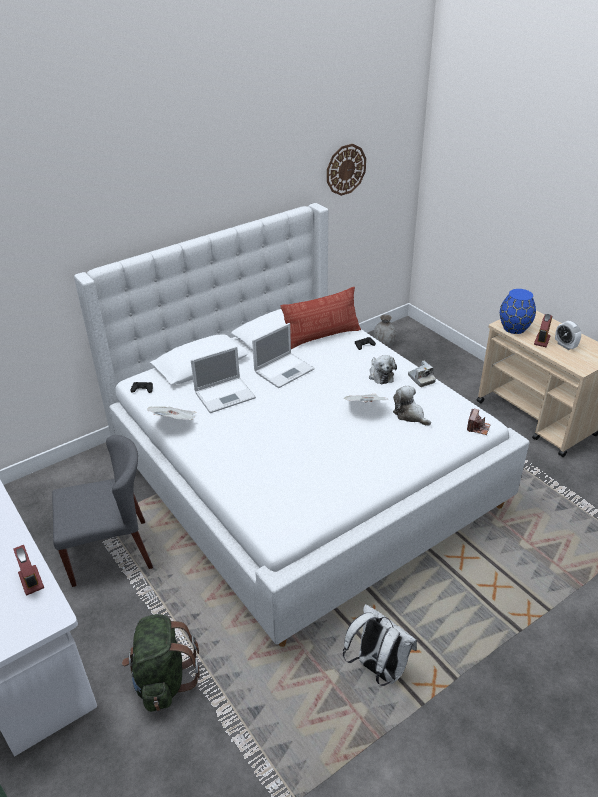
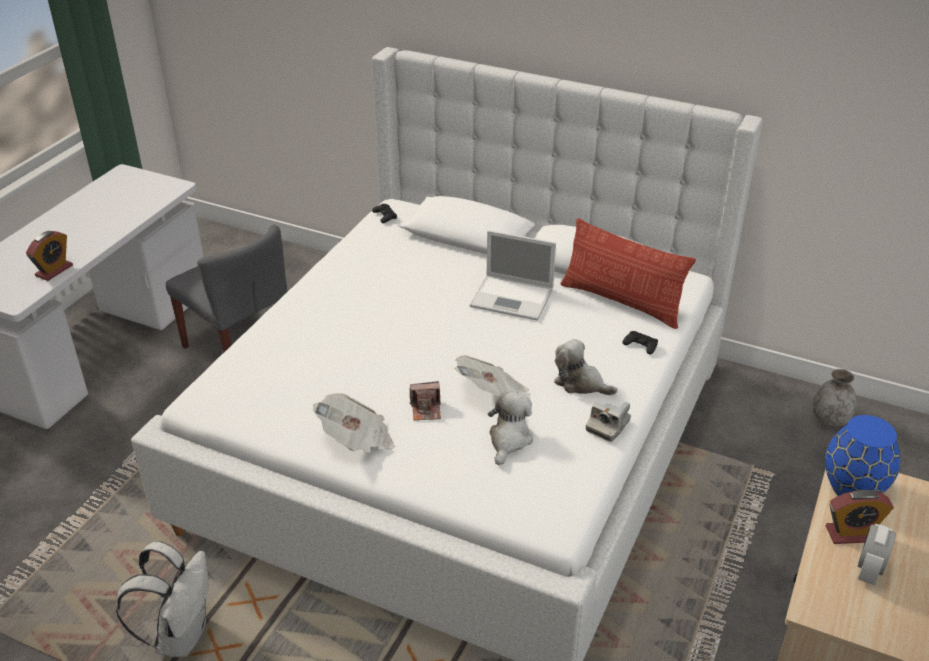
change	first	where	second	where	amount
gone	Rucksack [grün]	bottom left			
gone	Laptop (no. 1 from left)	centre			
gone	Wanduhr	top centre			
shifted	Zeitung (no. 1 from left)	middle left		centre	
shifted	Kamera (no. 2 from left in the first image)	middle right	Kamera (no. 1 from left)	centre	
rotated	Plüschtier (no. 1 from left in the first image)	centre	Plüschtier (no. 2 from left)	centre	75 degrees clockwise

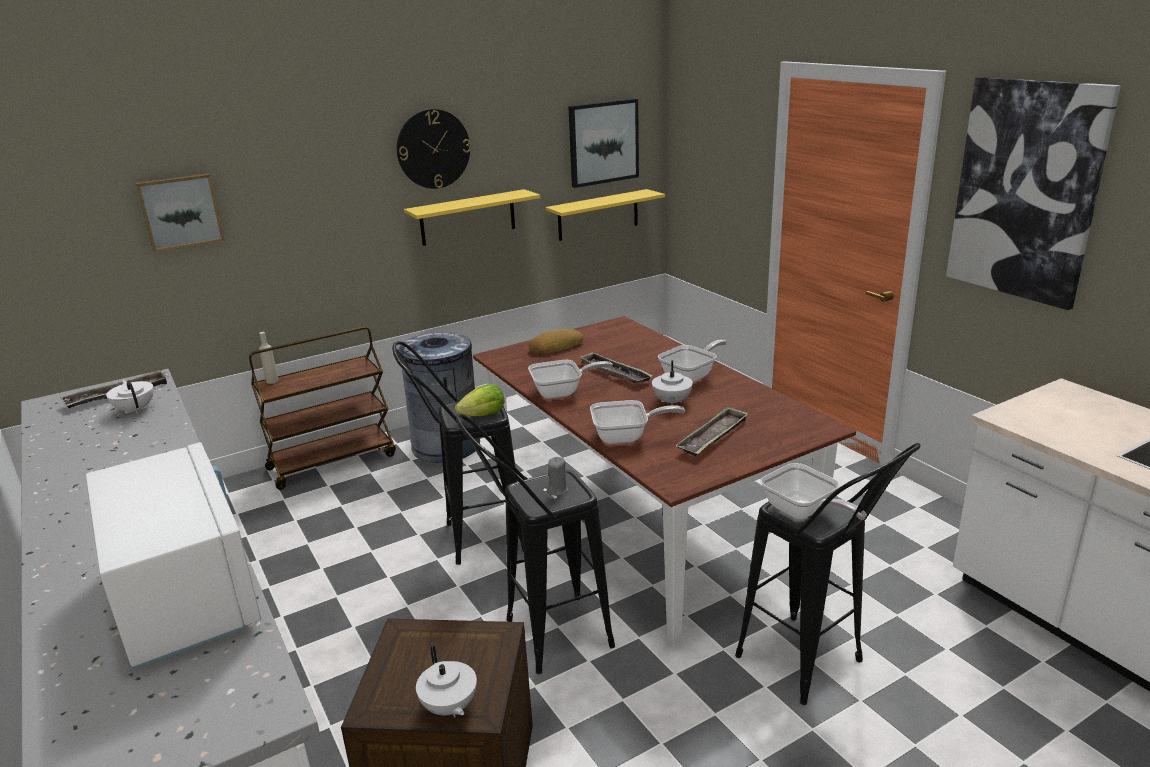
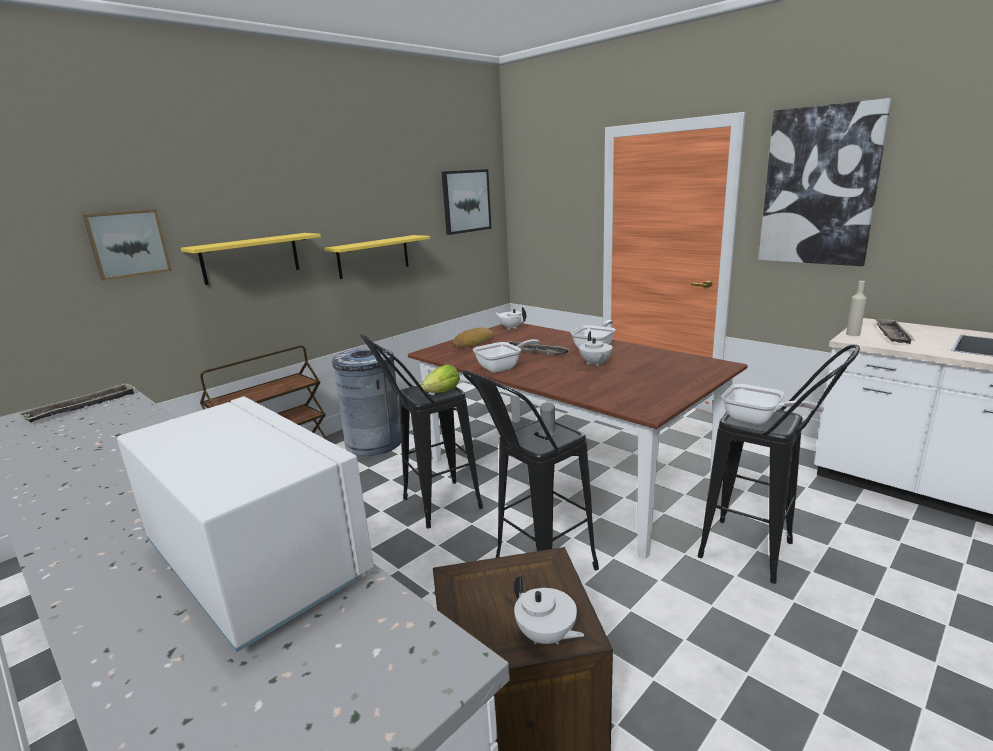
change	first	where	second	where	amount
gone	Wanduhr	top centre			
gone	Pfanne (no. 2 from left)	centre			
shifted	Teekanne [weiß] (no. 1 from left)	middle left		centre	
shifted	Flasche [beige]	middle left		middle right	
shifted	Wandregal [gelb] (no. 2 from left in the first image)	top centre	Wandregal [gelb] (no. 1 from left)	middle left	
shifted	Tablett (no. 3 from left)	centre		middle right	

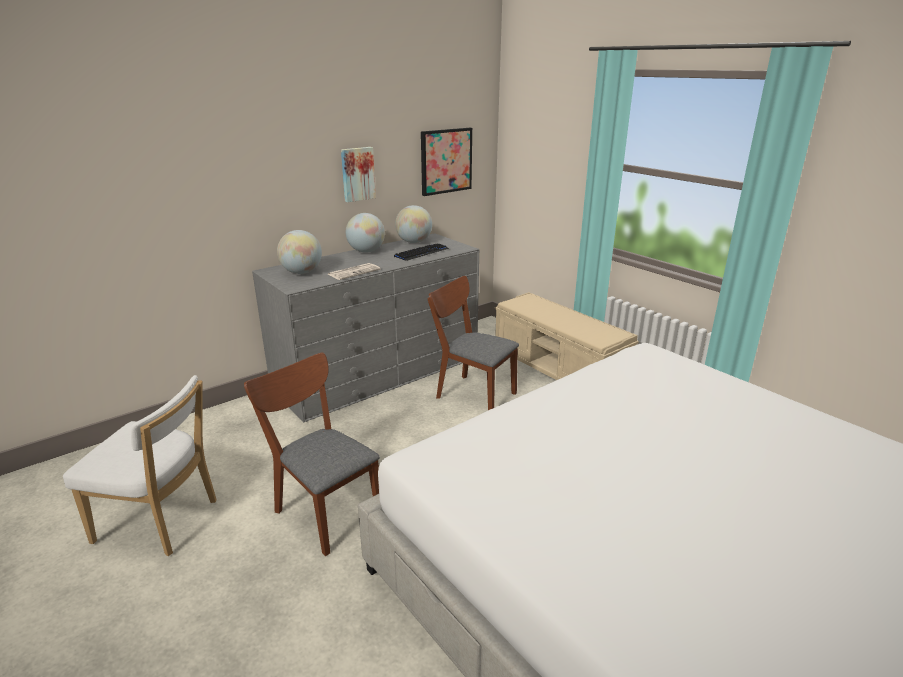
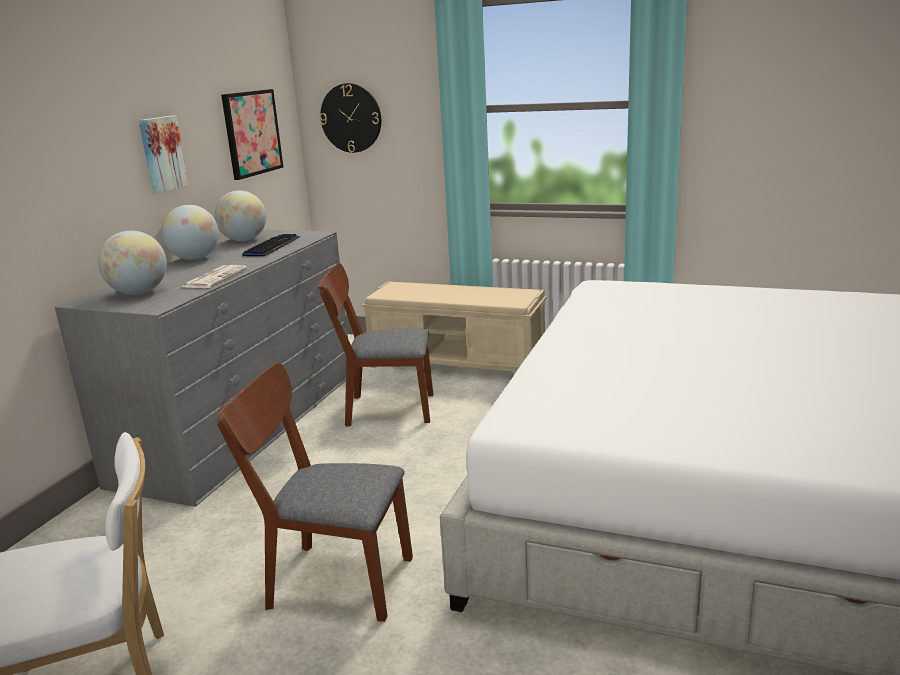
change	first	where	second	where	amount
new			Wanduhr	top centre	

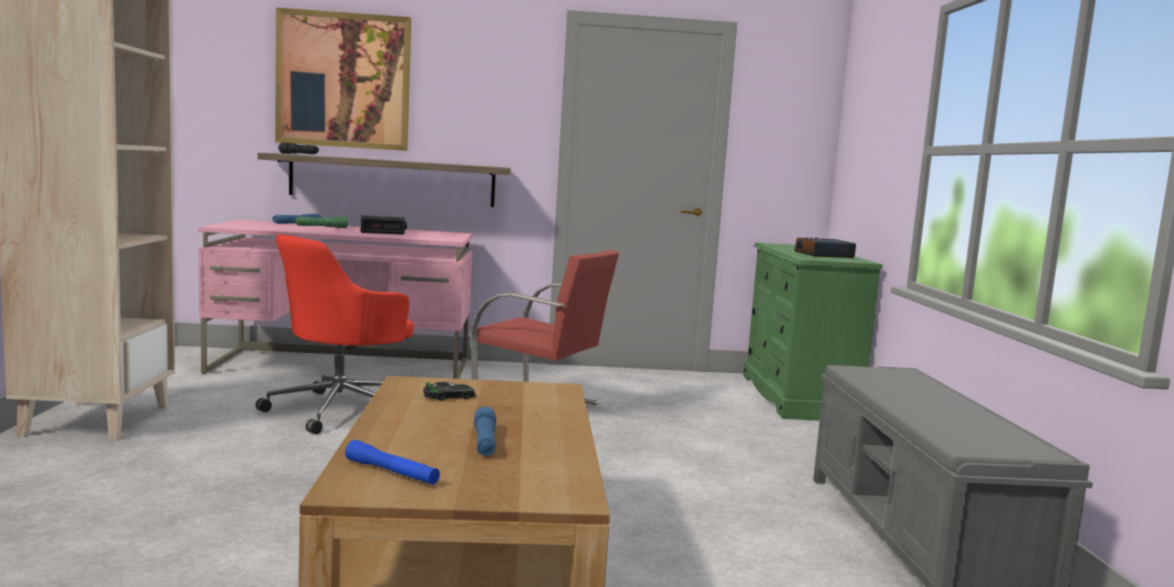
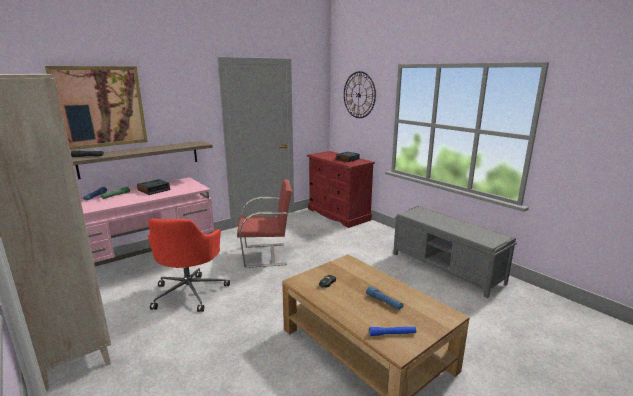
change	first	where	second	where	amount
new			Wanduhr	top centre	
repainted	Kommode [grün]	middle right	Kommode [rot]	centre	

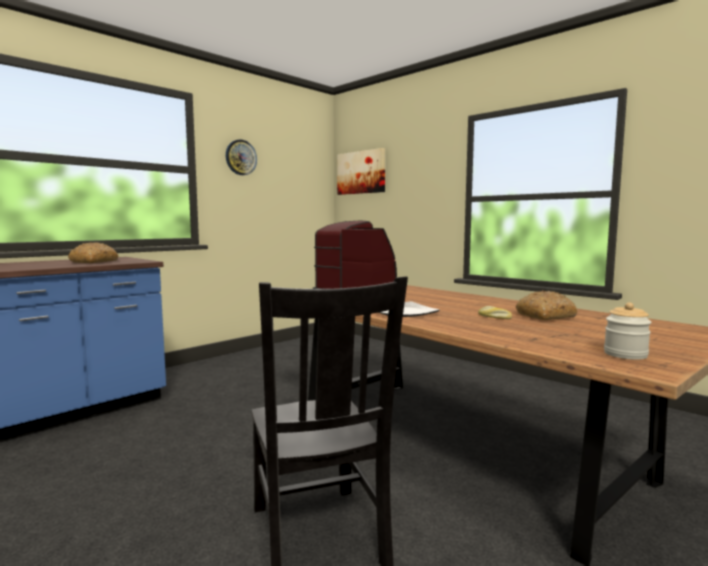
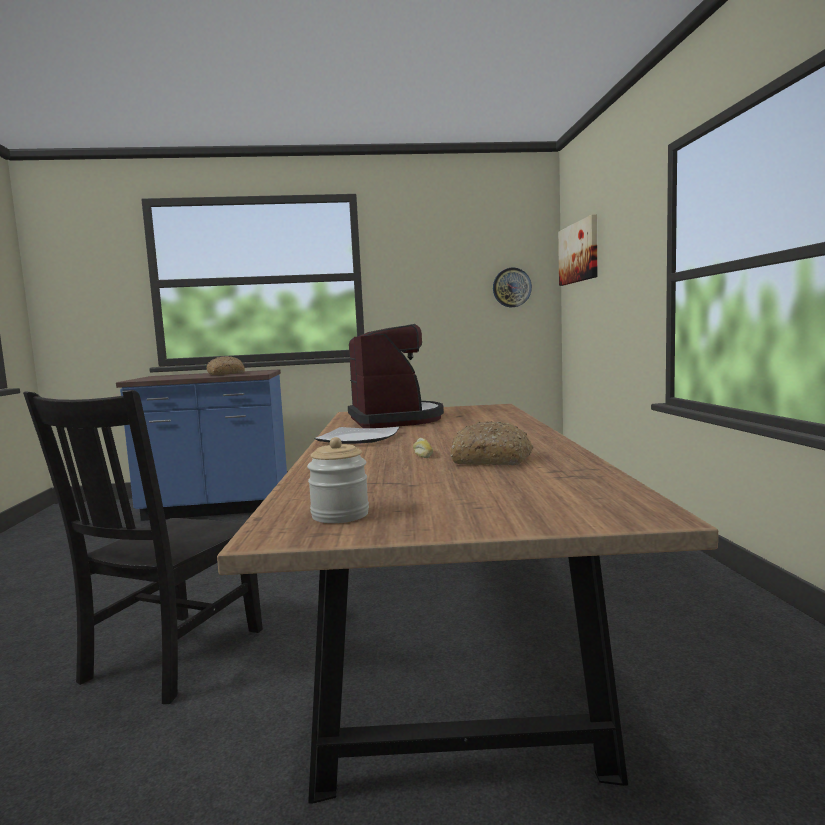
change	first	where	second	where	amount
shifted	Wanduhr	top centre		centre	

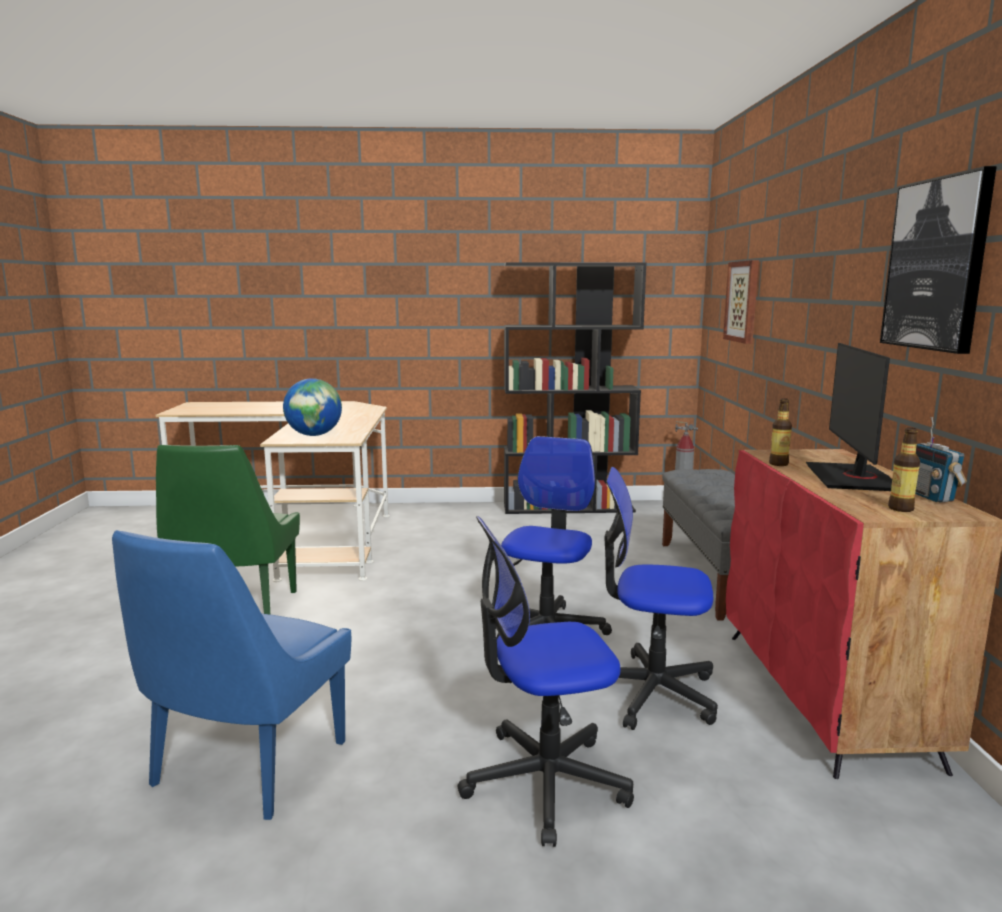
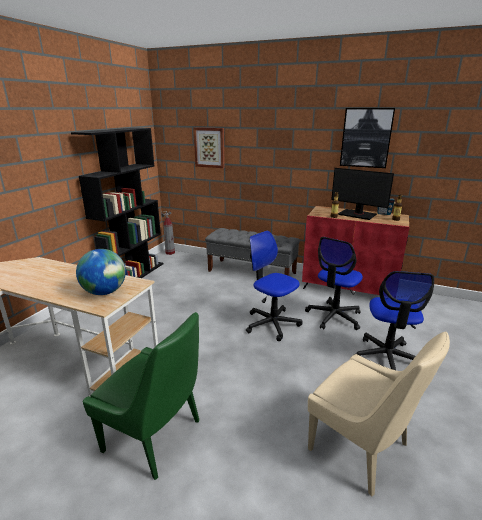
change	first	where	second	where	amount
repainted	Stuhl [blau]	bottom left	Stuhl [beige]	bottom right	

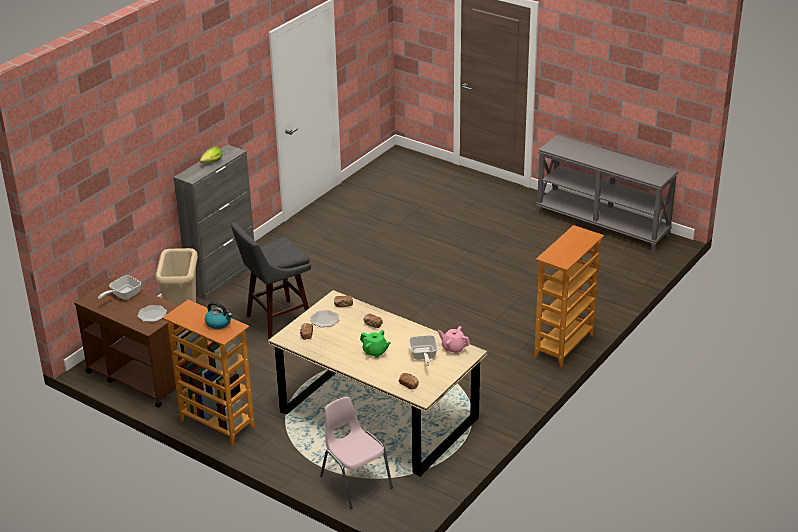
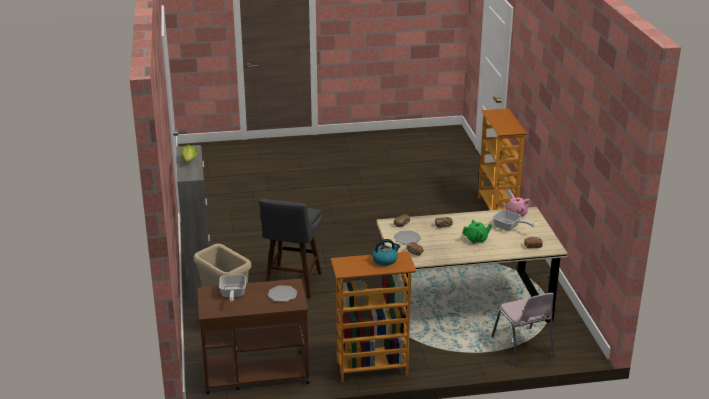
change	first	where	second	where	amount
gone	Konsolentisch [grau]	middle right			
rotated	Stuhl [rosa]	bottom centre		bottom right	120 degrees counterclockwise

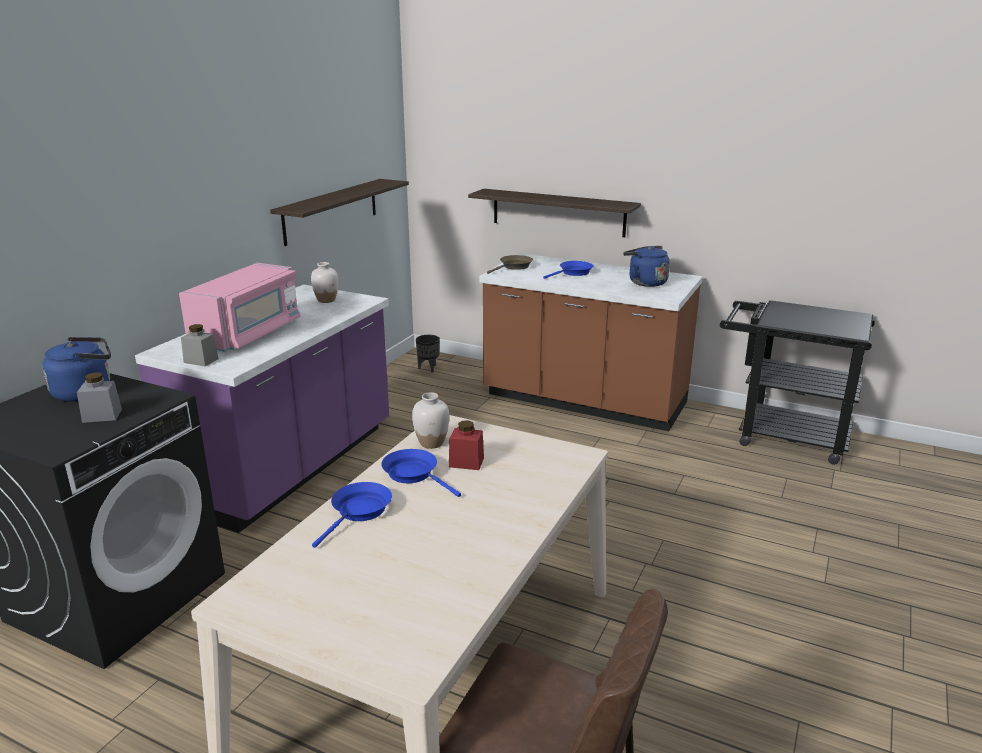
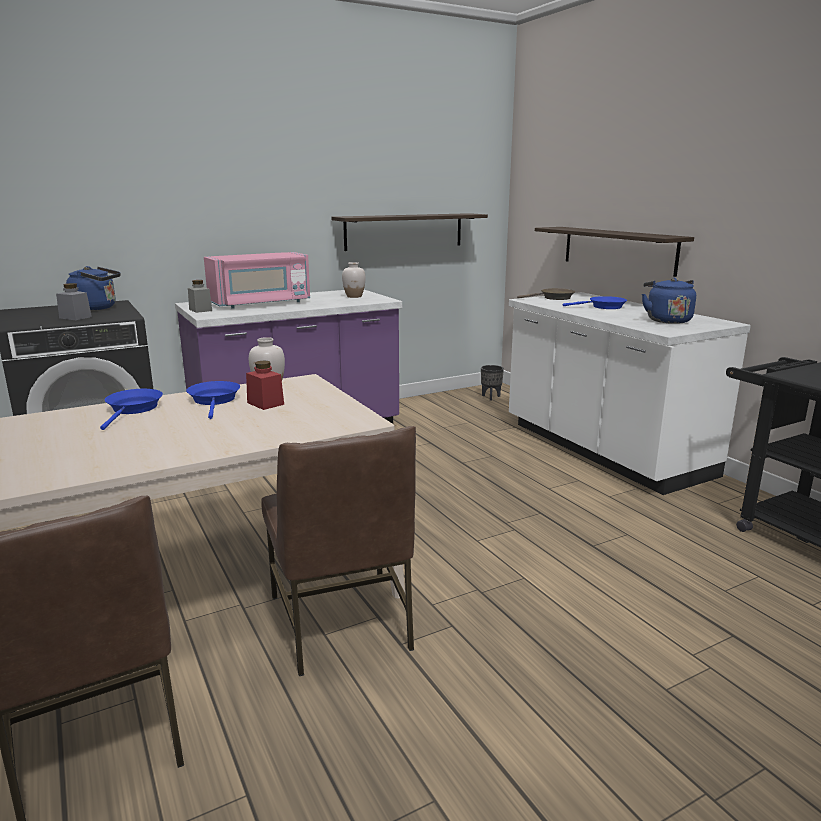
change	first	where	second	where	amount
new			Stuhl [braun] (no. 2 from left)	bottom centre	
repainted	Küchenzeile [braun]	centre	Küchenzeile [weiß]	middle right	
rotated	Pfanne [blau] (no. 1 from left)	bottom centre		middle left	60 degrees counterclockwise

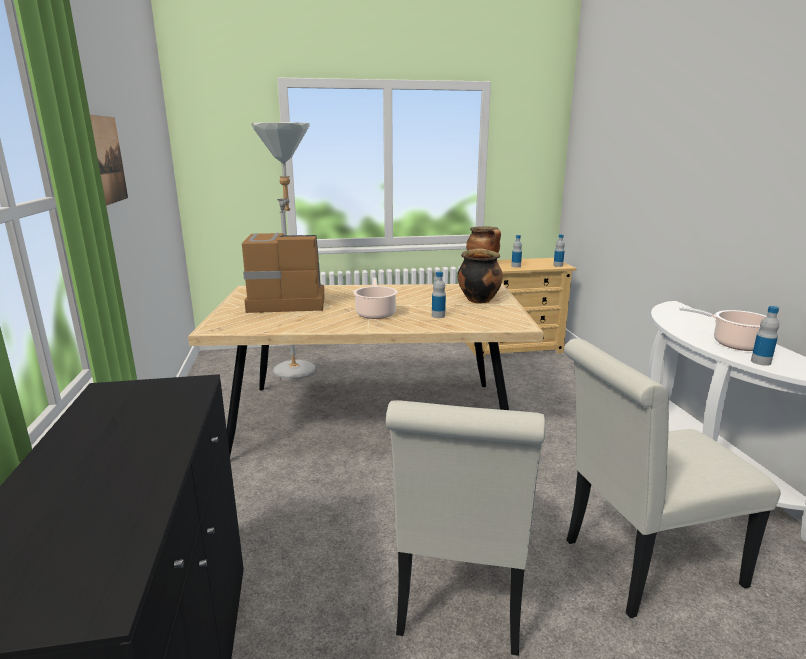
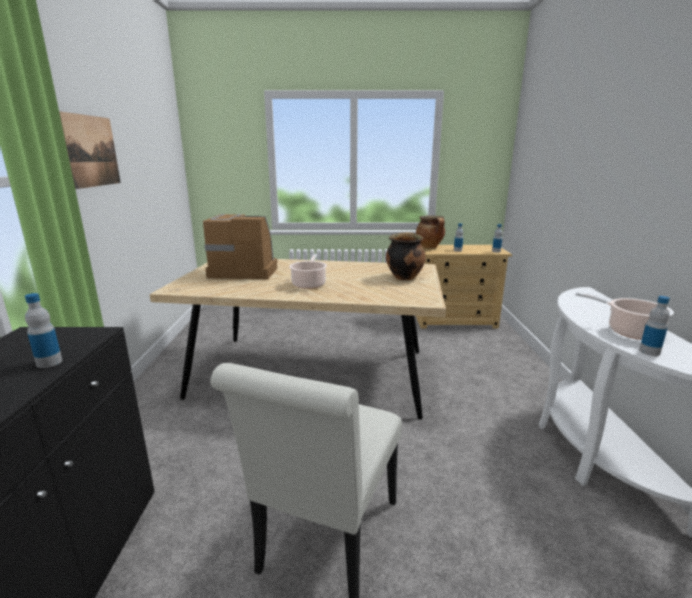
change	first	where	second	where	amount
gone	Stehlampe [grau]	centre			
gone	Stuhl [weiß] (no. 2 from left)	bottom right			
shifted	Flasche (no. 1 from left)	centre		middle left	

